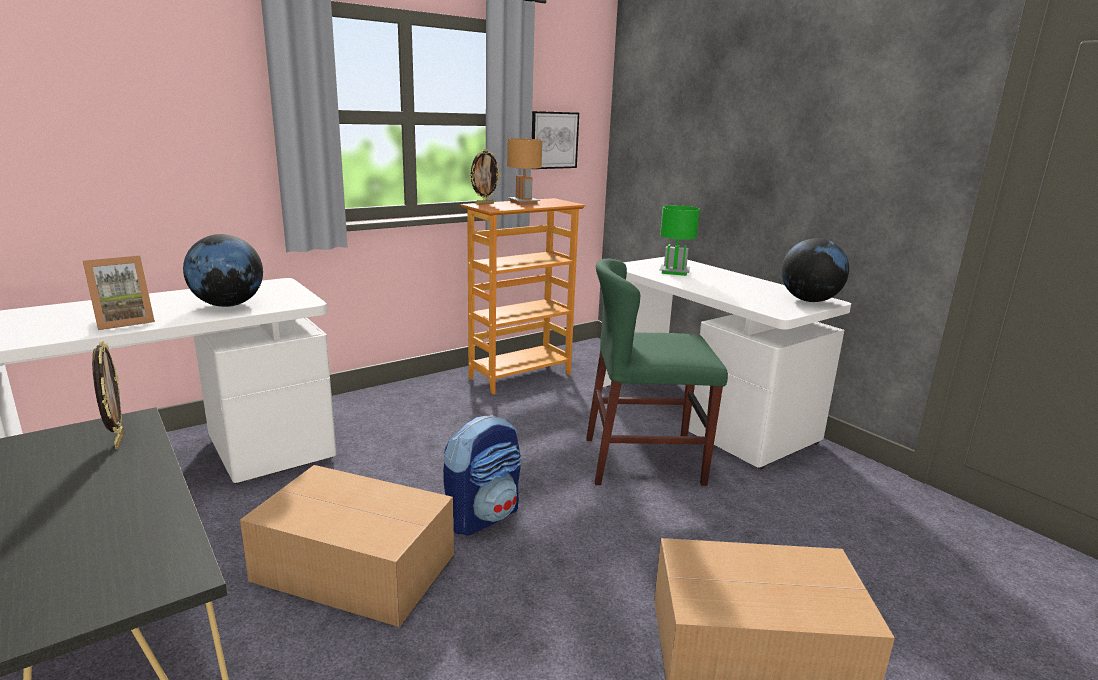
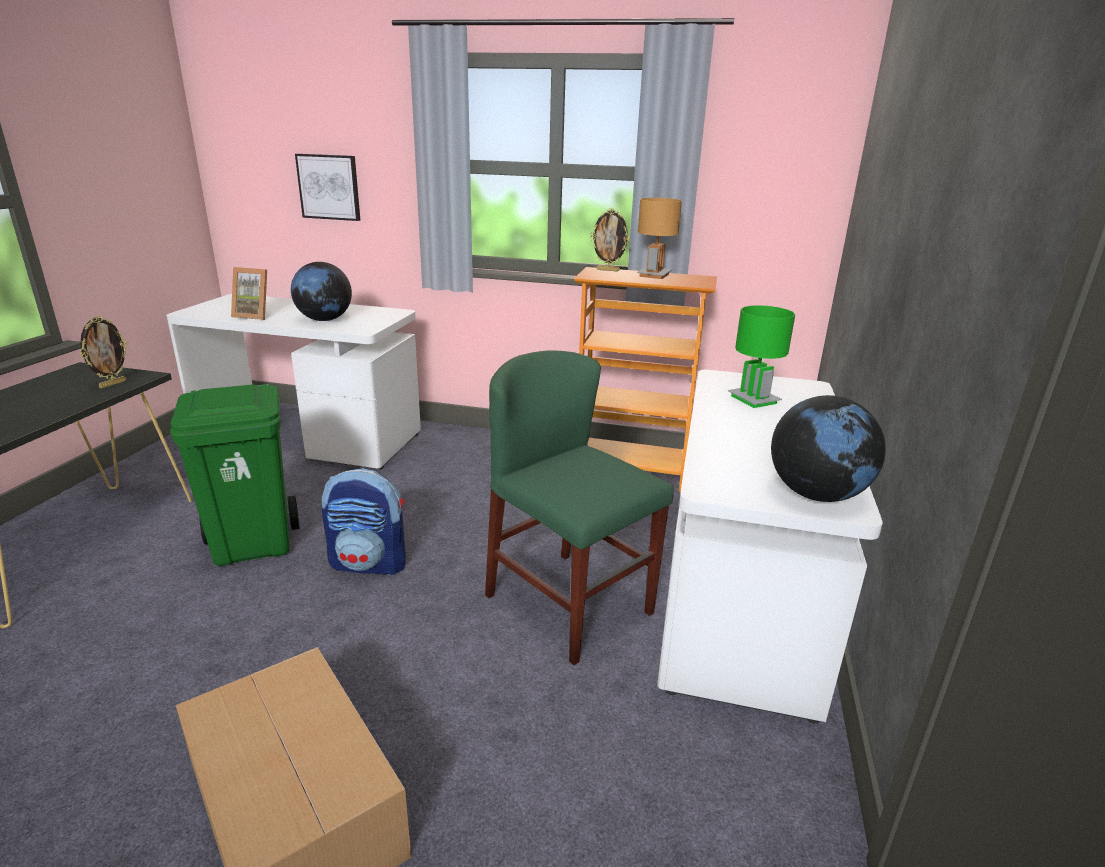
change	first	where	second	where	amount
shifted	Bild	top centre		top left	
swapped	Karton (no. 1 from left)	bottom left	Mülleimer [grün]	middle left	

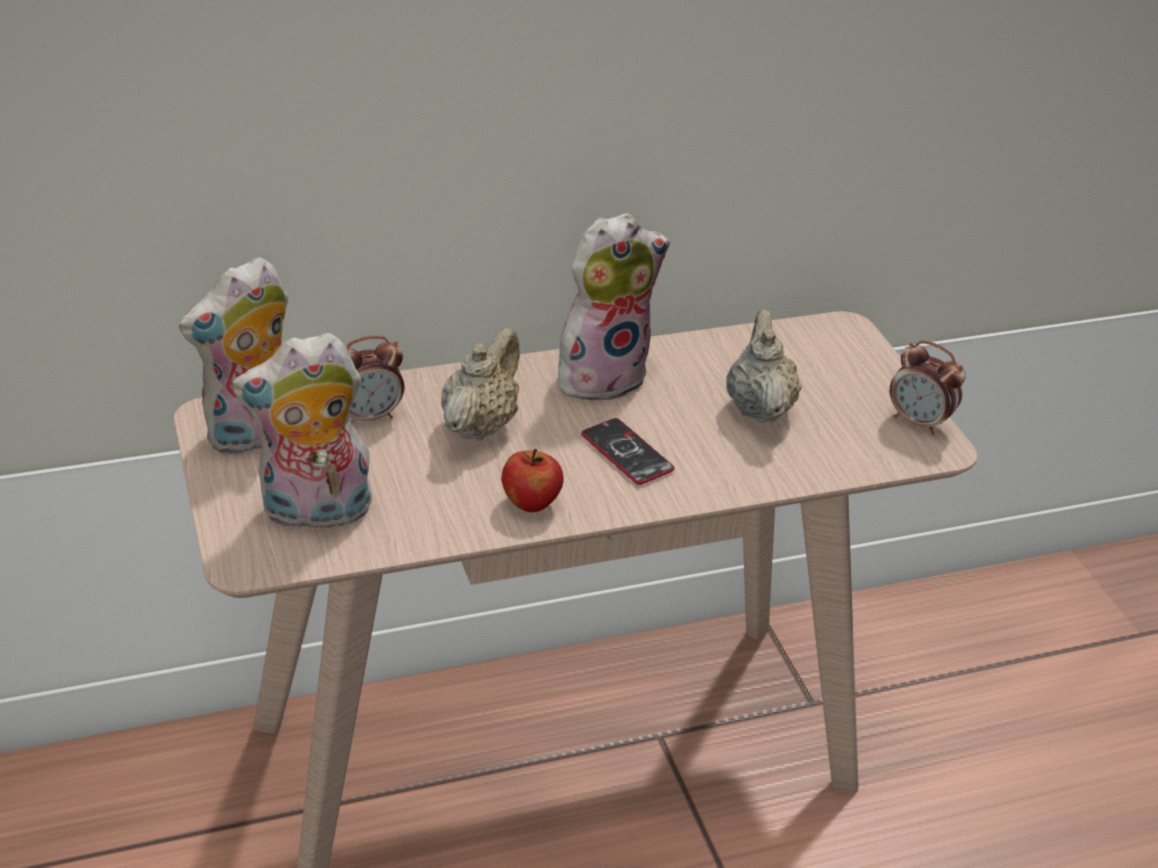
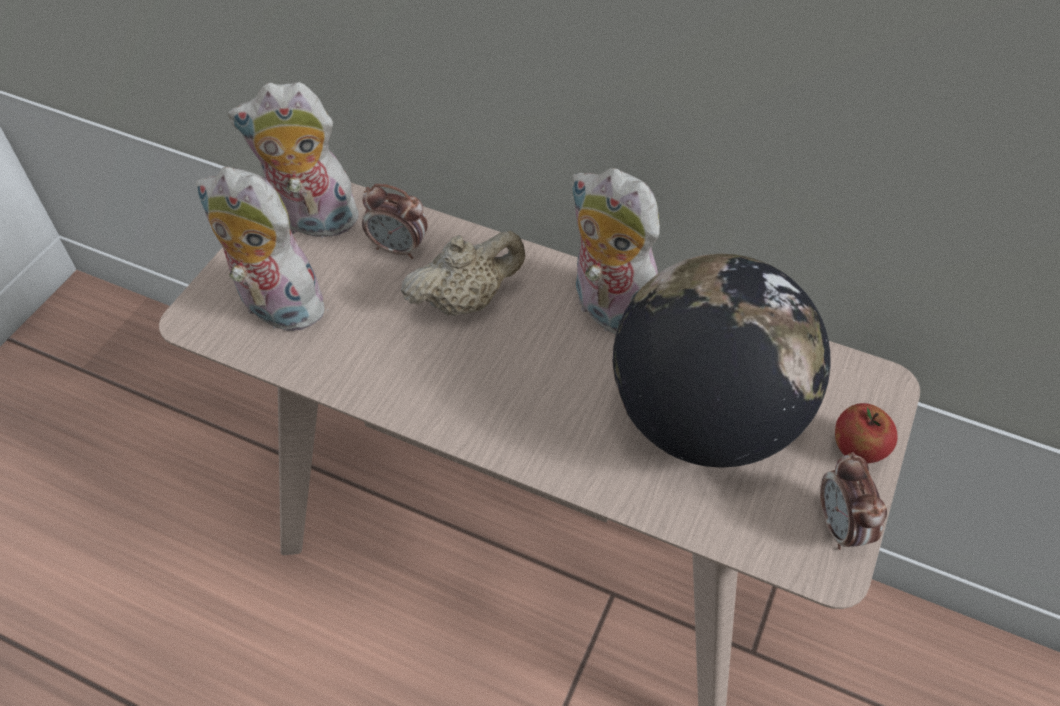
change	first	where	second	where	amount
gone	Handy	centre			
shifted	Apfel	centre		middle right	
swapped	Teekanne [beige] (no. 2 from left)	centre	Globus	middle right	
rotated	Plüschtier (no. 3 from left)	centre		centre	150 degrees counterclockwise

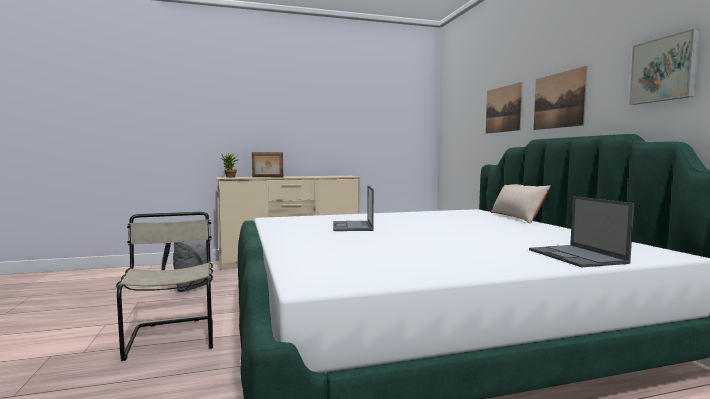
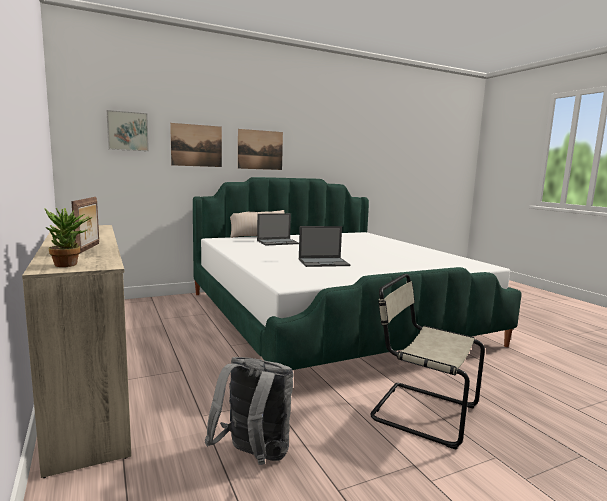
change	first	where	second	where	amount
shifted	Laptop (no. 2 from left in the first image)	middle right	Laptop (no. 1 from left)	centre	
shifted	Bild (no. 3 from left in the first image)	top right	Bild (no. 1 from left)	top left	
rotated	Stuhl [beige]	bottom left		bottom right	60 degrees clockwise

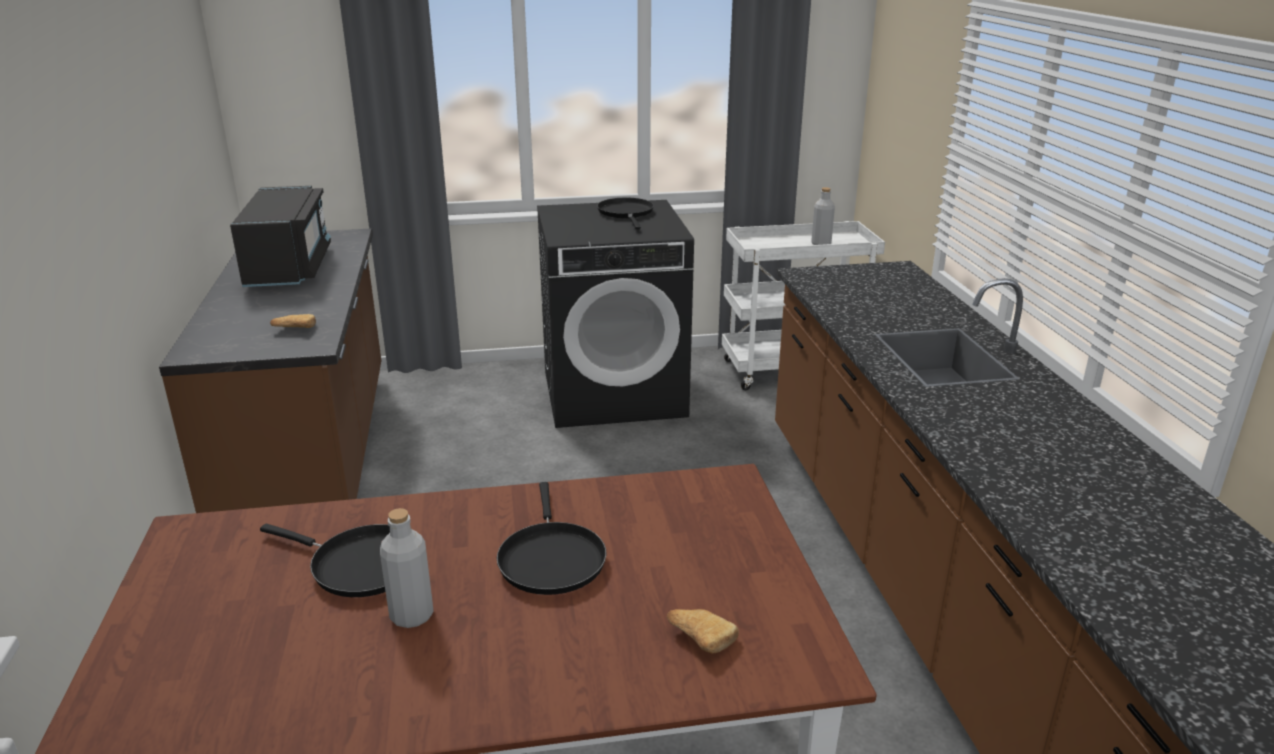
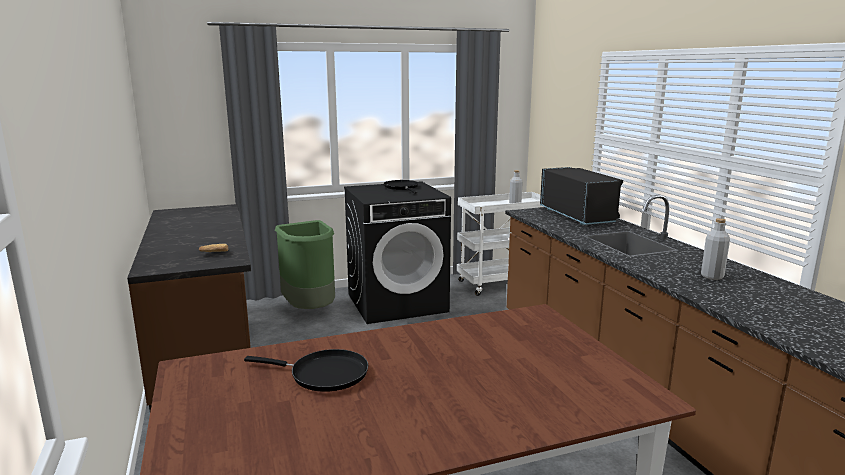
change	first	where	second	where	amount
gone	Pfanne [schwarz] (no. 2 from left)	bottom centre			
gone	Brot (no. 2 from left)	bottom centre			
new			Mülleimer [grün]	centre	
shifted	Mikrowelle [schwarz]	top left		middle right	
shifted	Flasche [grau] (no. 1 from left in the first image)	bottom left	Flasche [grau] (no. 2 from left)	middle right	

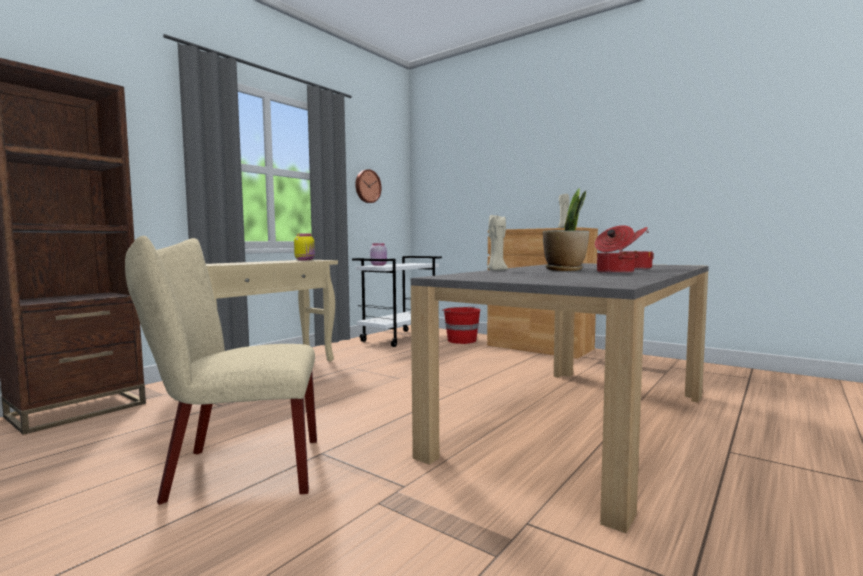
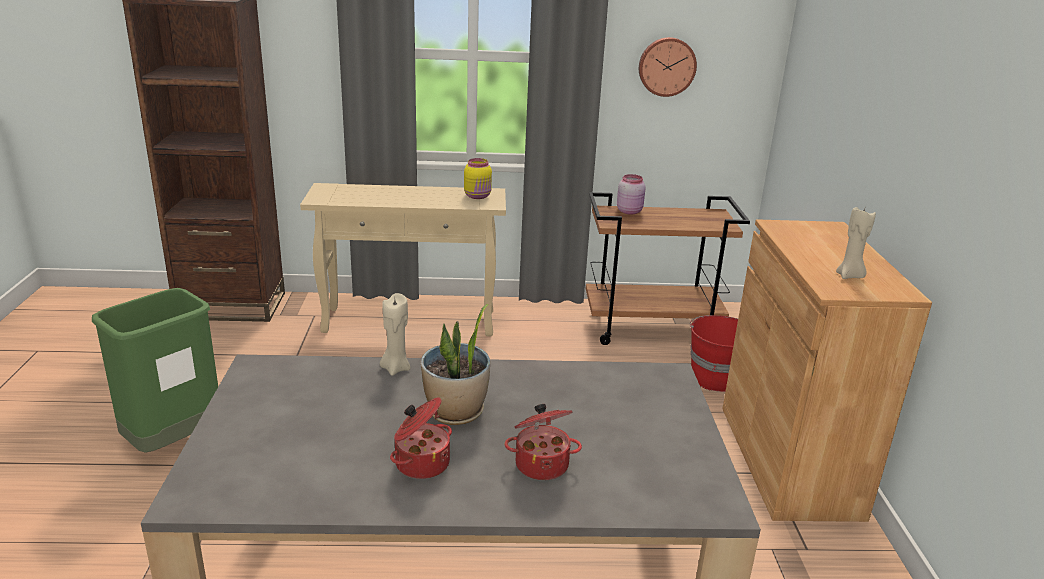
change	first	where	second	where	amount
swapped	Stuhl [beige]	middle left	Mülleimer [grün]	middle left	
repainted	Rollwagen [weiß]	centre	Rollwagen [braun]	centre	

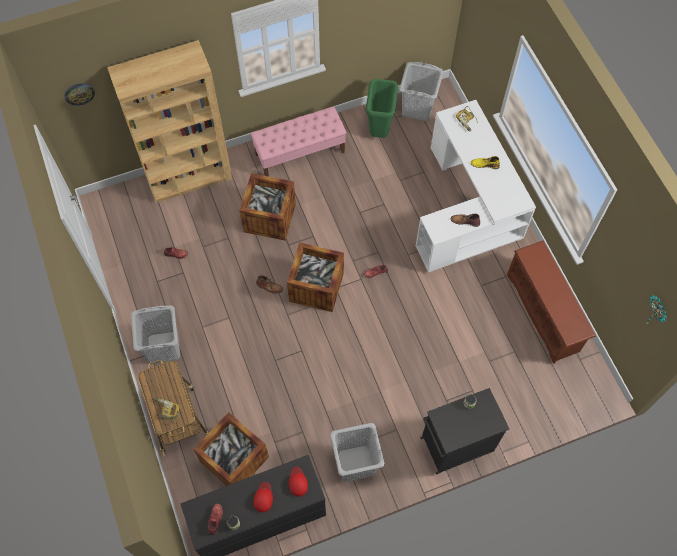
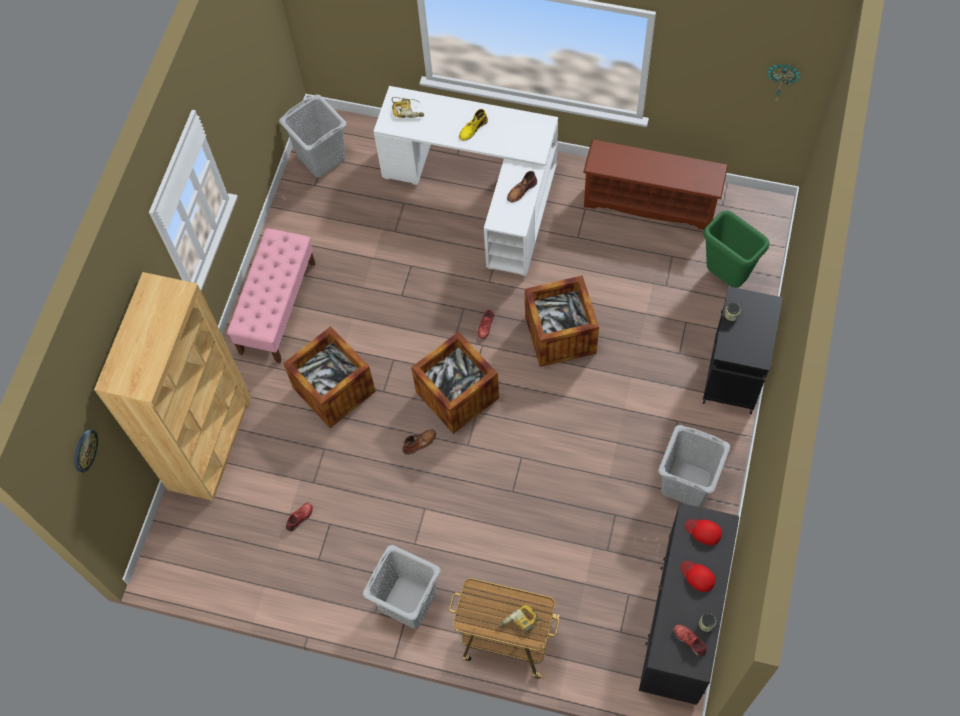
change	first	where	second	where	amount
shifted	Kiste (no. 1 from left in the first image)	bottom centre	Kiste (no. 3 from left)	centre	
shifted	Mülleimer [grün]	top centre		middle right	

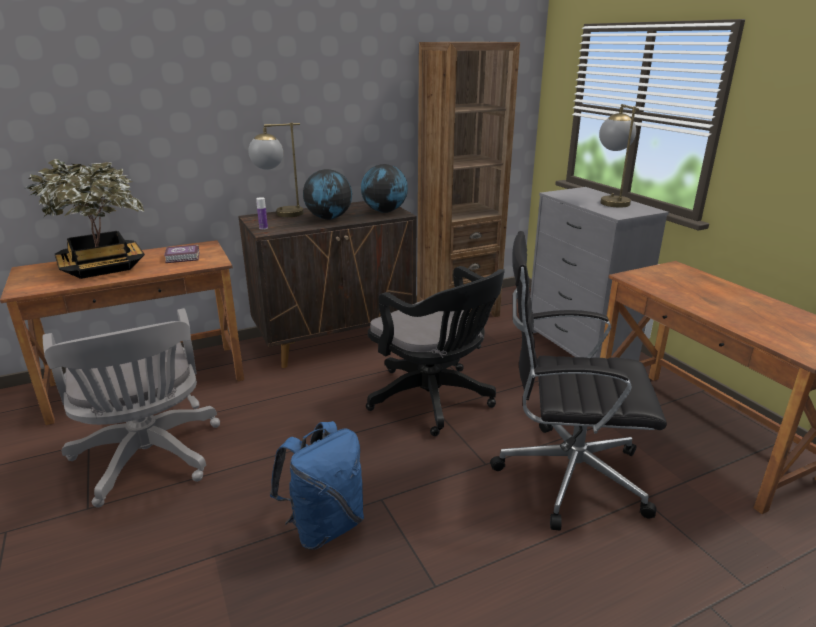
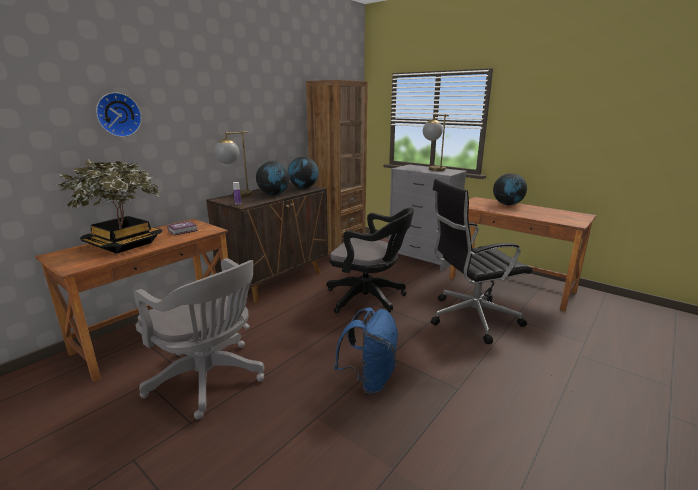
change	first	where	second	where	amount
new			Wanduhr	top left	
new			Globus (no. 3 from left)	middle right	

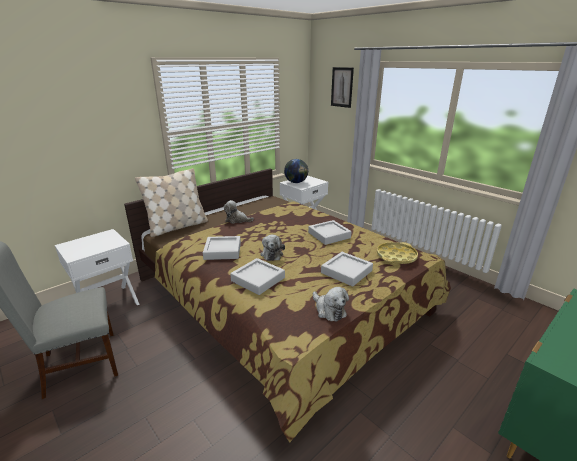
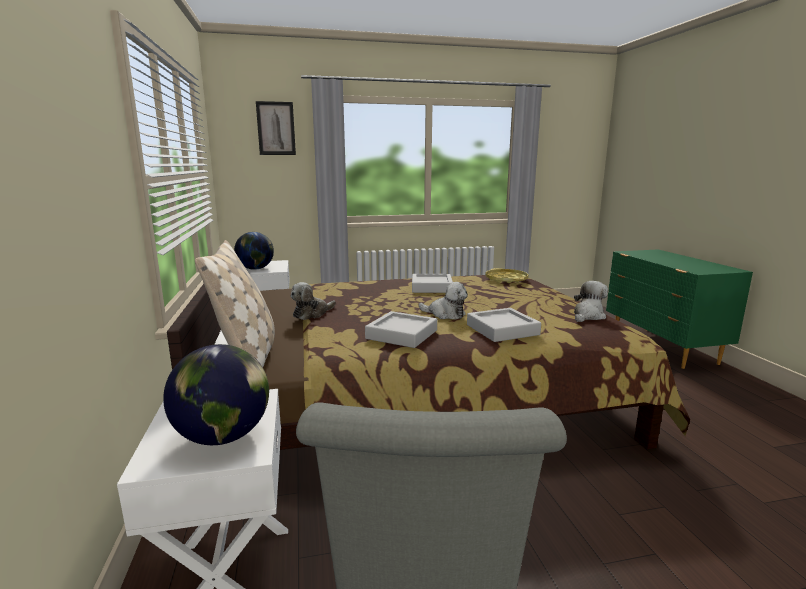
change	first	where	second	where	amount
gone	Tablett [grau] (no. 4 from left)	centre			
new			Globus (no. 1 from left)	bottom left	
rotated	Plüschtier (no. 3 from left)	centre		middle right	45 degrees counterclockwise

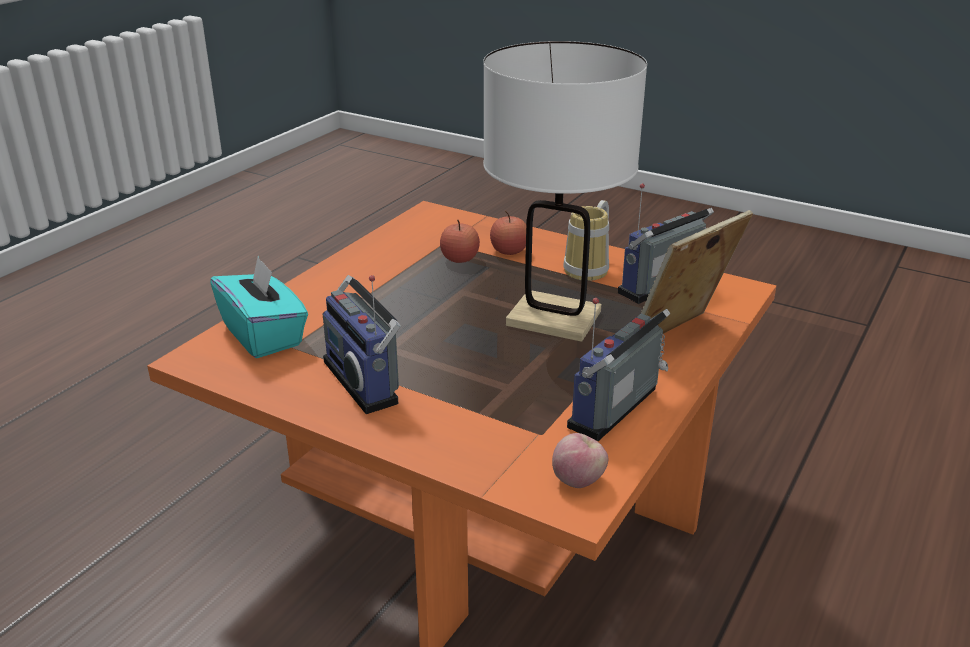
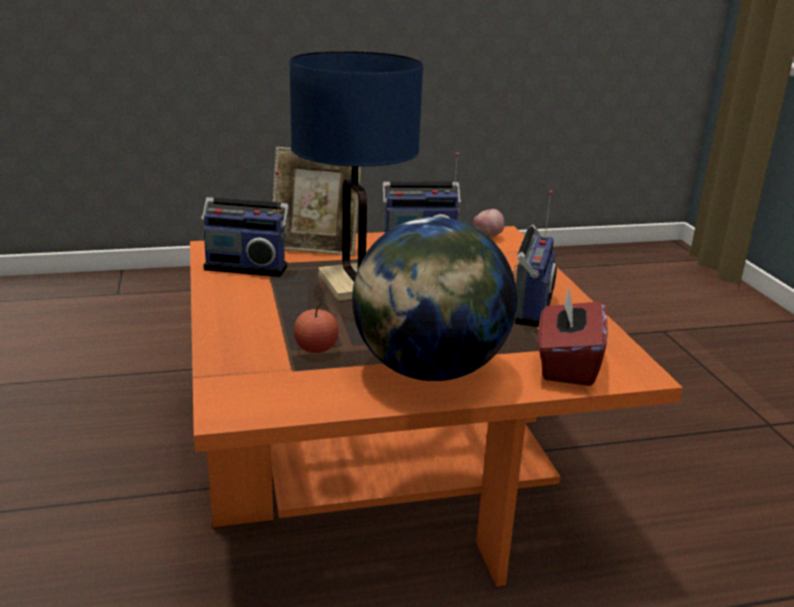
change	first	where	second	where	amount
gone	Apfel (no. 2 from left)	centre			
gone	Henkelbecher	centre			
new			Globus	centre	
repainted	Taschentuchbox [türkis]	middle left	Taschentuchbox [rot]	middle right	
repainted	Tischlampe [weiß]	top centre	Tischlampe [blau]	top centre	

